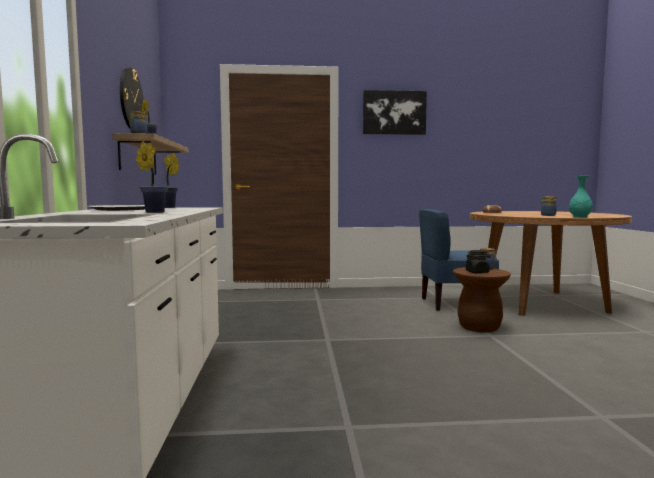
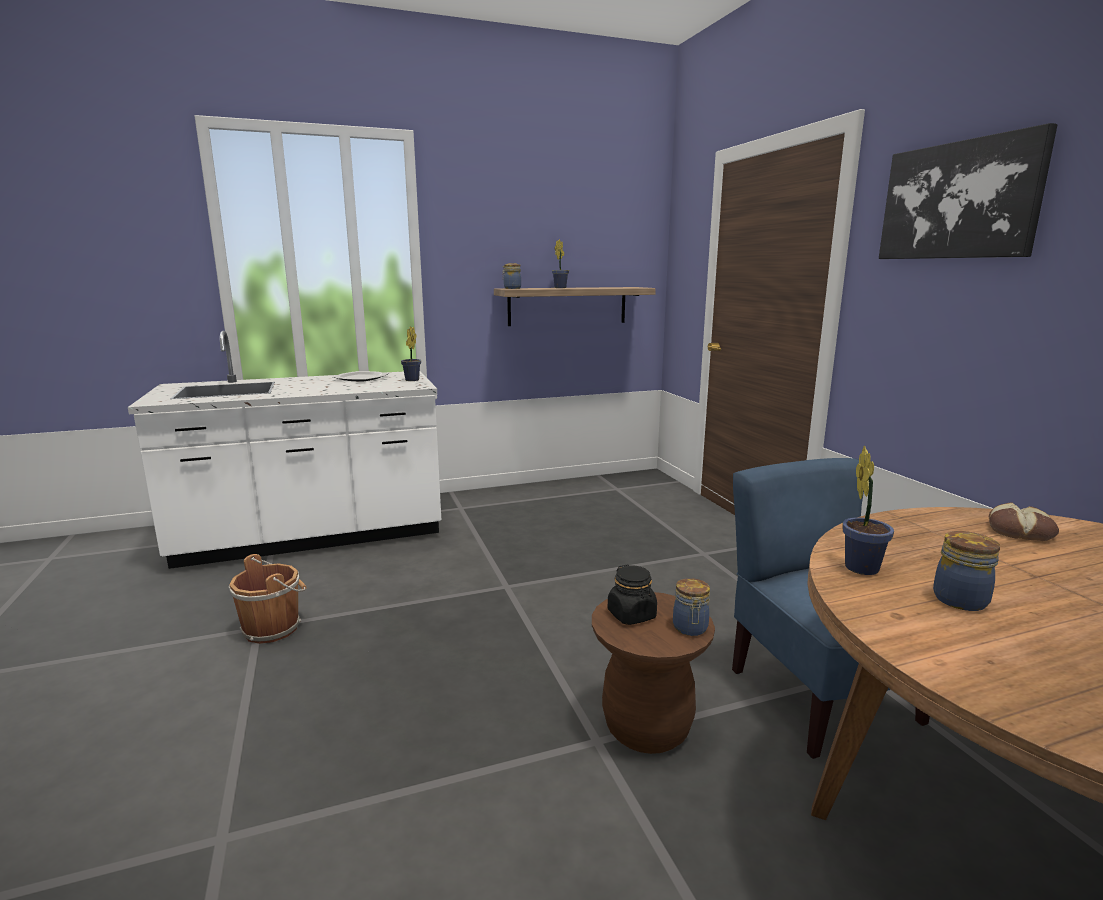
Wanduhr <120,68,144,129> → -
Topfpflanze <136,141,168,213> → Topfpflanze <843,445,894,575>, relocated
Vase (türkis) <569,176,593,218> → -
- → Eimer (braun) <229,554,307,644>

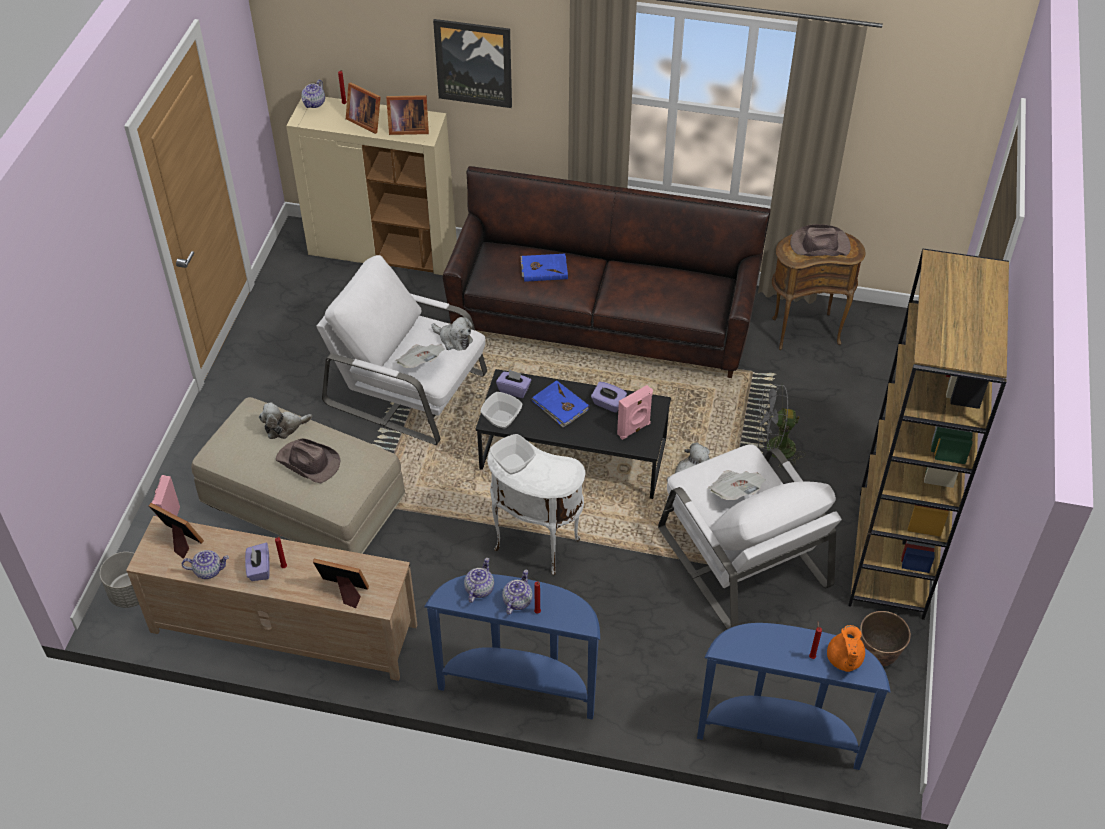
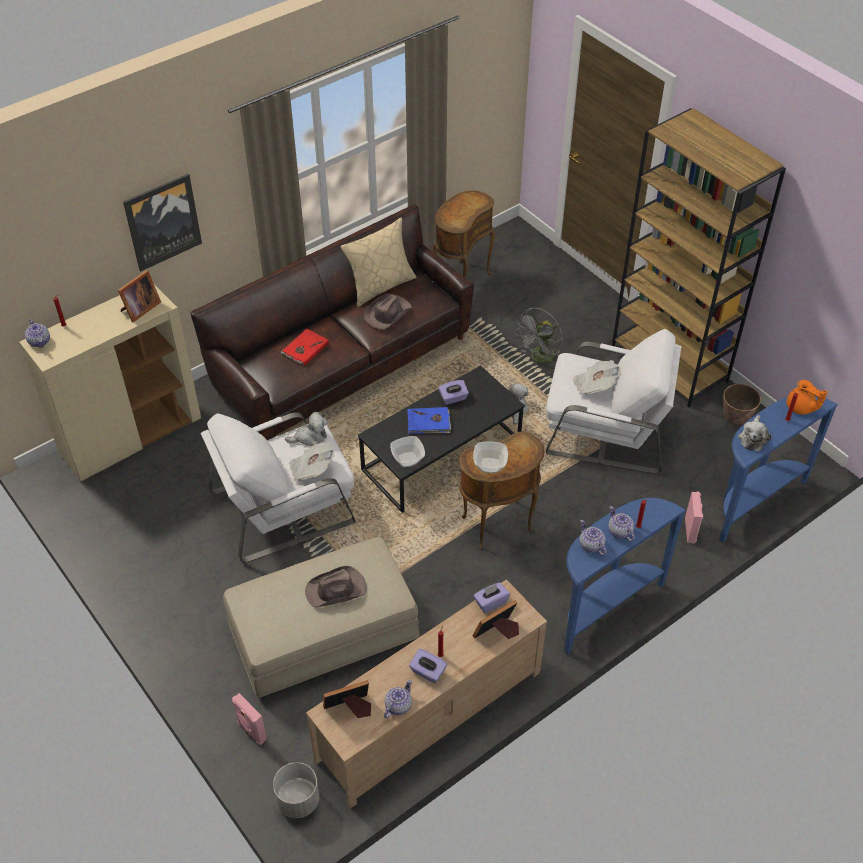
Plüschtier <259,402,312,439> → Plüschtier <738,415,771,452>, relocated
Bilderrahmen <346,82,381,134> → -
Beistelltisch (weiß) <487,442,586,575> → Beistelltisch (braun) <459,432,544,549>
Taschentuchbox (lila) <496,370,532,398> → Taschentuchbox (lila) <473,583,510,613>, relocated
Buch (blau) <521,254,568,282> → Buch (rot) <280,329,329,366>
Lautsprecher (rosa) <617,385,653,440> → Lautsprecher (rosa) <685,492,703,544>, relocated
Hut (braun) <790,224,851,256> → Hut (braun) <364,294,412,329>, relocated
- → Kissen (beige) <341,217,416,307>

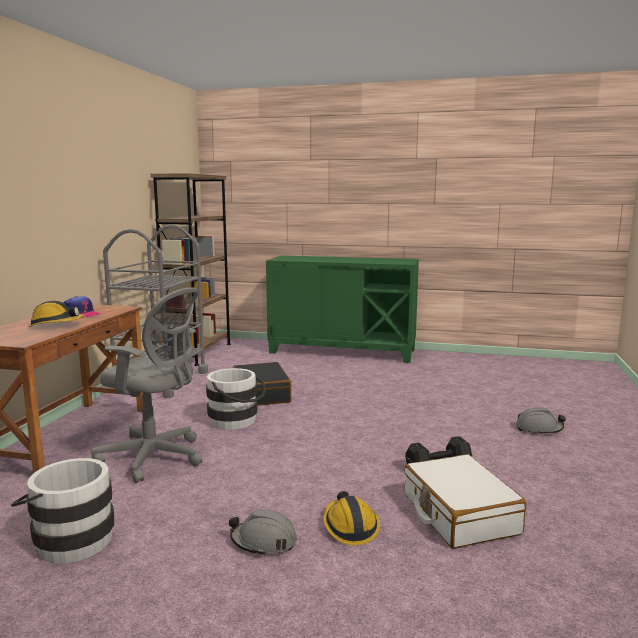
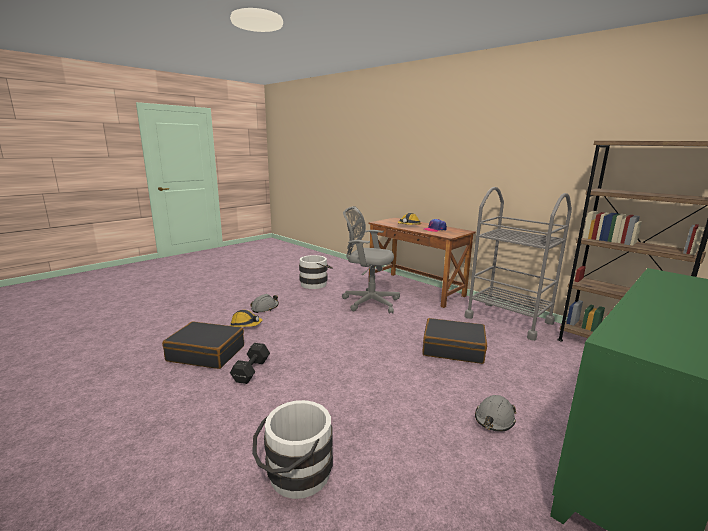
Bürostuhl (grau) <91,287,202,483> → Bürostuhl (grau) <342,206,400,314>, 60 degrees clockwise
Eimer (weiß) <206,368,266,430> → Eimer (weiß) <252,400,333,499>, relocated
Koffer (weiß) <404,454,526,549> → Koffer (schwarz) <162,322,244,369>
Schutzhelm (grau) <516,407,566,435> → Schutzhelm (grau) <475,395,516,432>, relocated

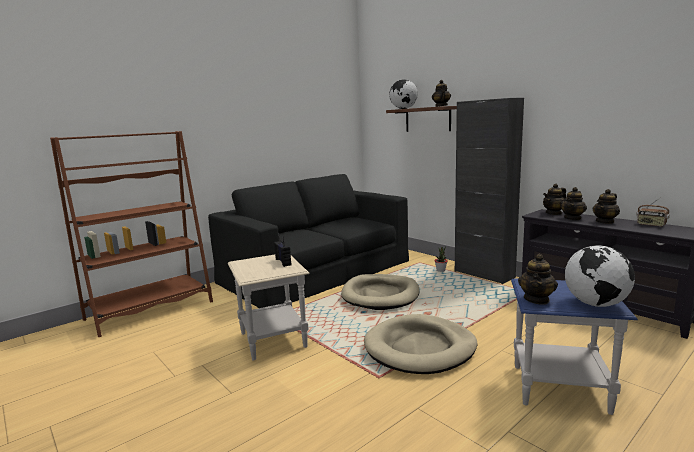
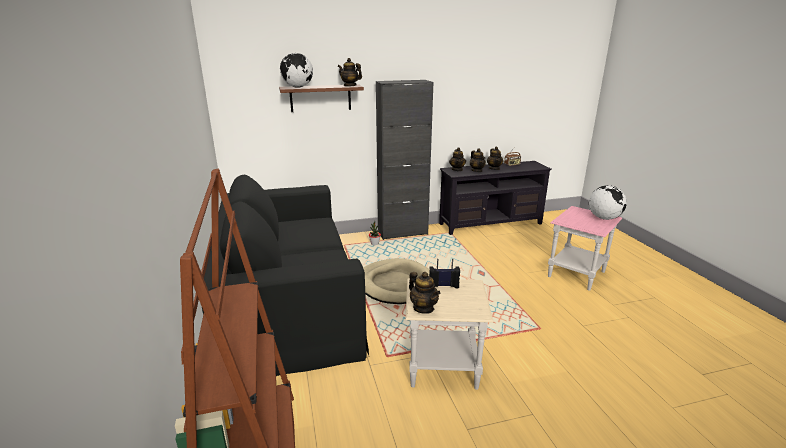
Hundebett (beige) <364,314,477,374> → -
Beistelltisch (blau) <511,278,638,415> → Beistelltisch (rosa) <548,206,622,291>
Teekanne <518,254,558,304> → Teekanne <409,272,440,314>, relocated

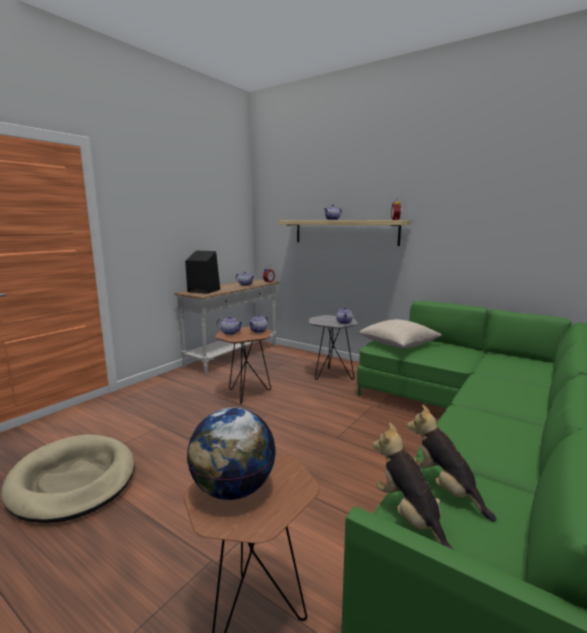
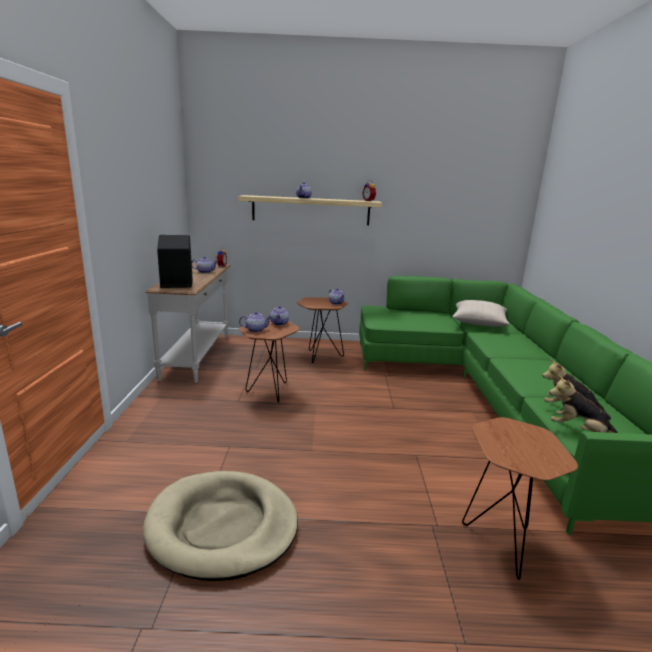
Globus <187,408,276,500> → -
Beistelltisch (grau) <308,315,358,380> → Beistelltisch (braun) <297,297,348,363>
Kissen (beige) <357,319,442,348> → Kissen (beige) <452,300,510,326>, relocated

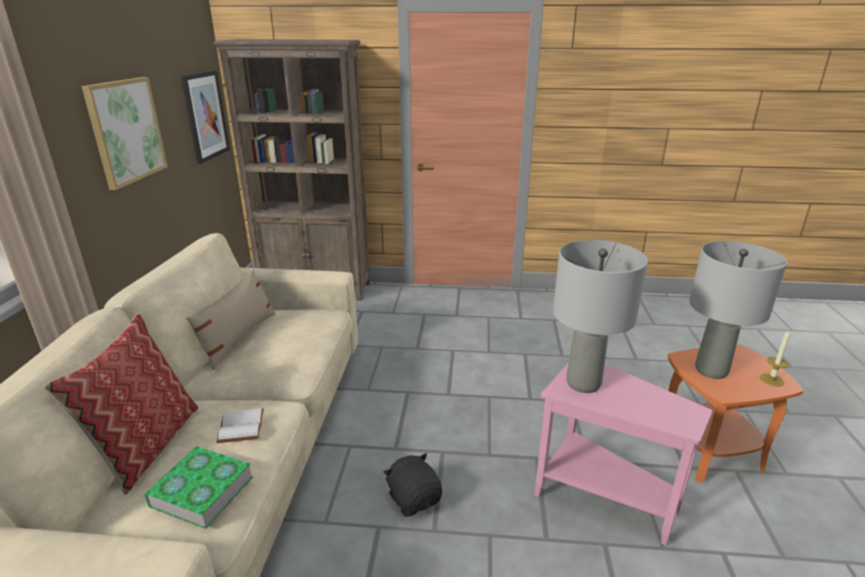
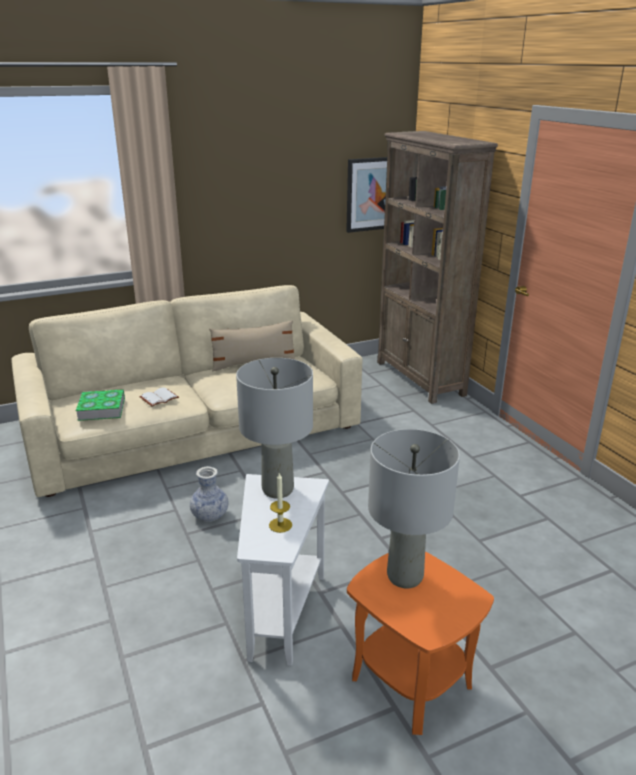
Kissen <42,313,198,495> → -
Bild <81,77,168,190> → -
Plüschtier (schwarz) <383,453,442,517> → Vase <190,466,228,522>
Beistelltisch (rosa) <534,363,712,545> → Beistelltisch (weiß) <237,474,329,666>
Kerze <760,330,790,387> → Kerze <269,473,292,533>, relocated

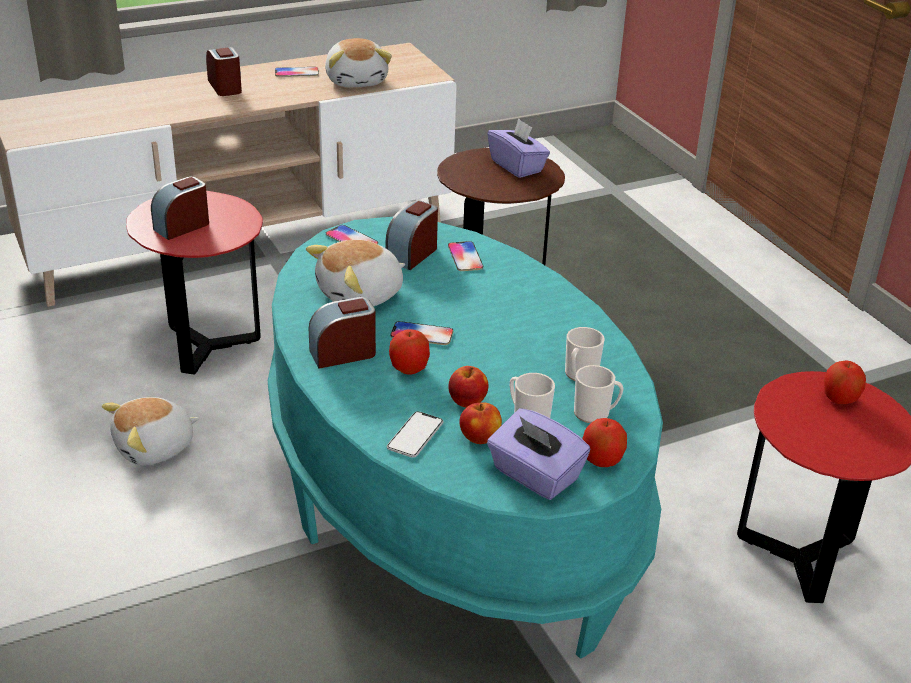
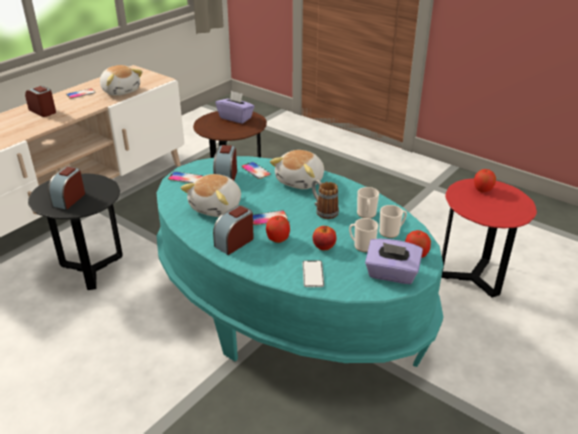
Plüschtier <102,397,200,465> → Plüschtier <270,150,324,189>, relocated
Beistelltisch (rot) <126,191,263,375> → Beistelltisch (schwarz) <28,174,123,290>
Apfel <460,402,502,444> → -
- → Henkelbecher <312,180,339,219>

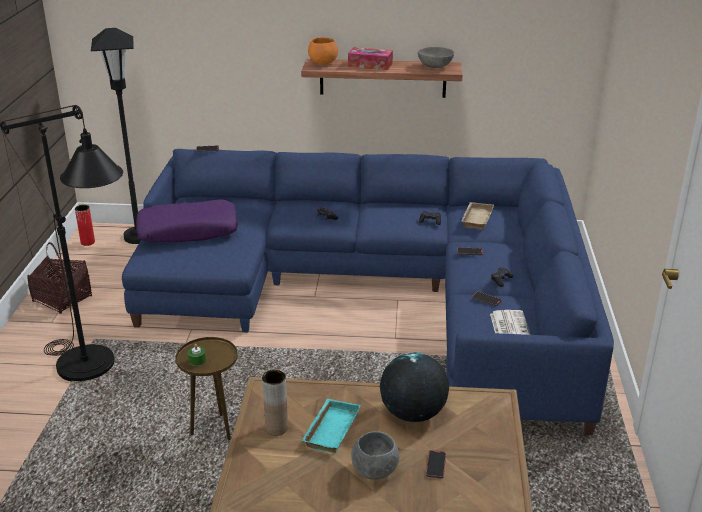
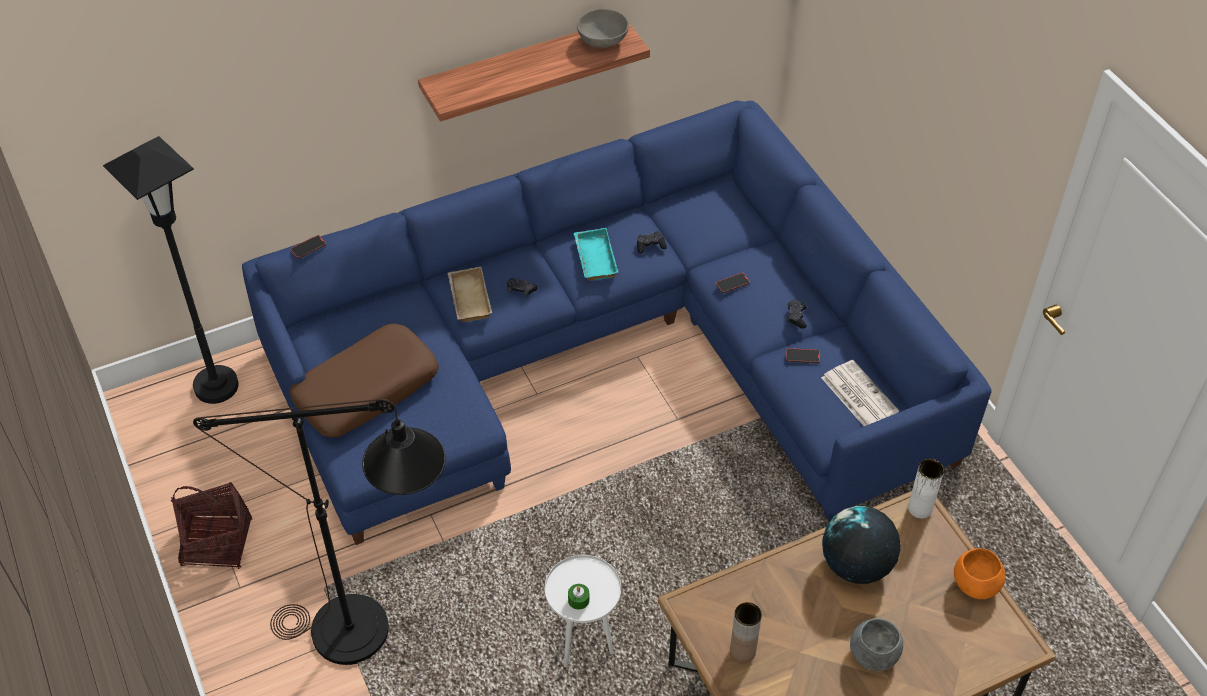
Vase (rot) <75,205,95,246> → -
Kissen (lila) <136,199,238,242> → Kissen (braun) <290,324,439,437>
Beistelltisch (braun) <176,337,238,440> → Beistelltisch (weiß) <545,555,621,667>
Tablett (türkis) <301,399,361,453> → Tablett (türkis) <574,228,618,281>, relocated
Schüssel (orange) <308,37,338,65> → Schüssel (orange) <954,548,1006,599>, relocated
Taschentuchbox <348,47,393,70> → -
Handy <426,450,446,479> → -
Tablett (beige) <461,202,494,229> → Tablett (beige) <448,267,492,322>, relocated
- → Vase (weiß) <908,459,944,519>

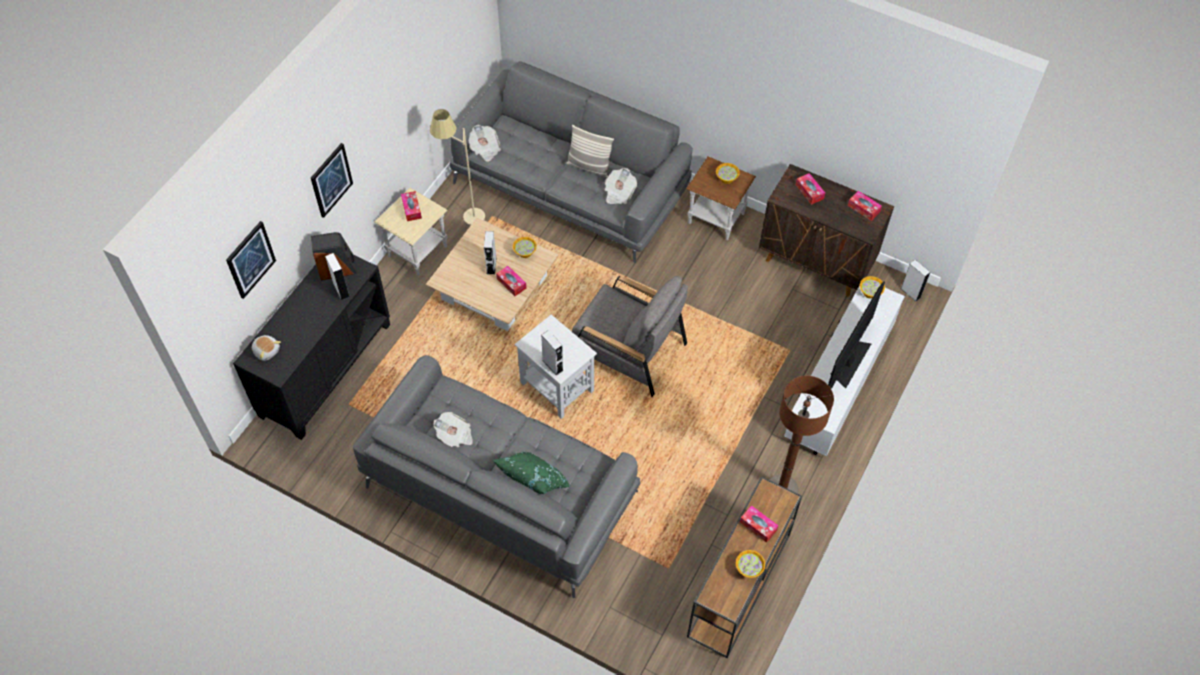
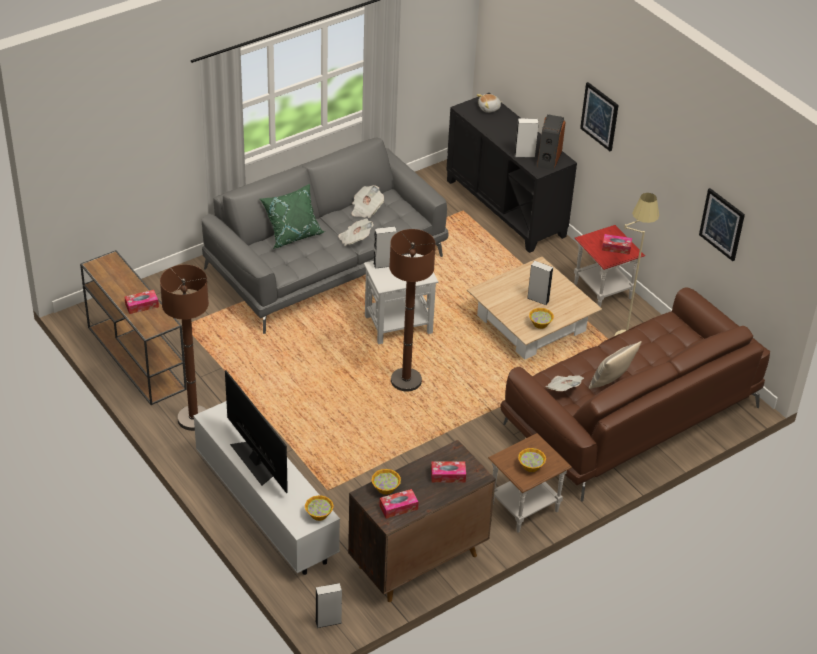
Bild <226,221,276,299> → Bild <699,188,745,261>, relocated
Beistelltisch (beige) <375,188,448,275> → Beistelltisch (rot) <574,225,645,307>
Sofa (grau) <450,61,693,263> → Sofa (braun) <500,287,770,501>
Zeitung <469,125,501,162> → Zeitung <338,219,373,246>, relocated
Taschentuchbox <496,266,526,296> → -
Sessel (grau) <572,276,688,397> → Stehlampe (braun) <389,229,436,391>
Schüssel <736,550,765,578> → Schüssel <371,469,401,495>, relocated

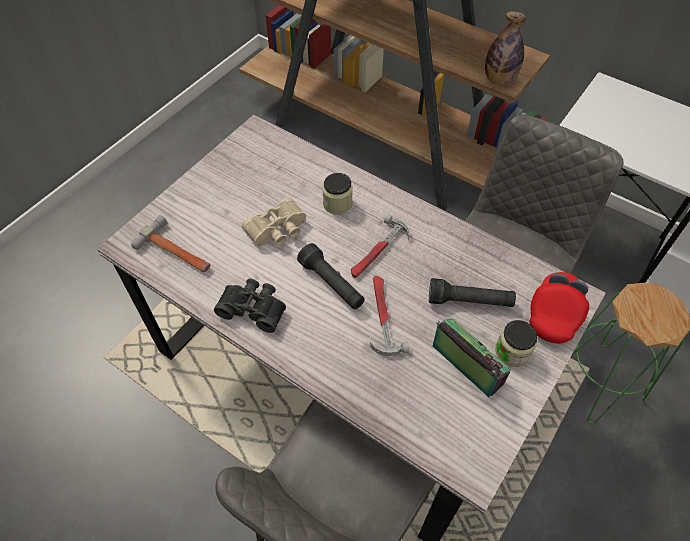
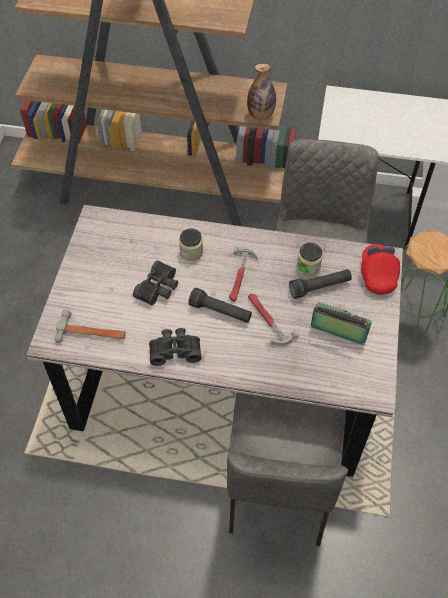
Fernglas (beige) <242,197,306,247> → Fernglas (schwarz) <133,260,178,306>
Vorratsglas <495,320,538,367> → Vorratsglas <297,243,323,276>, relocated

